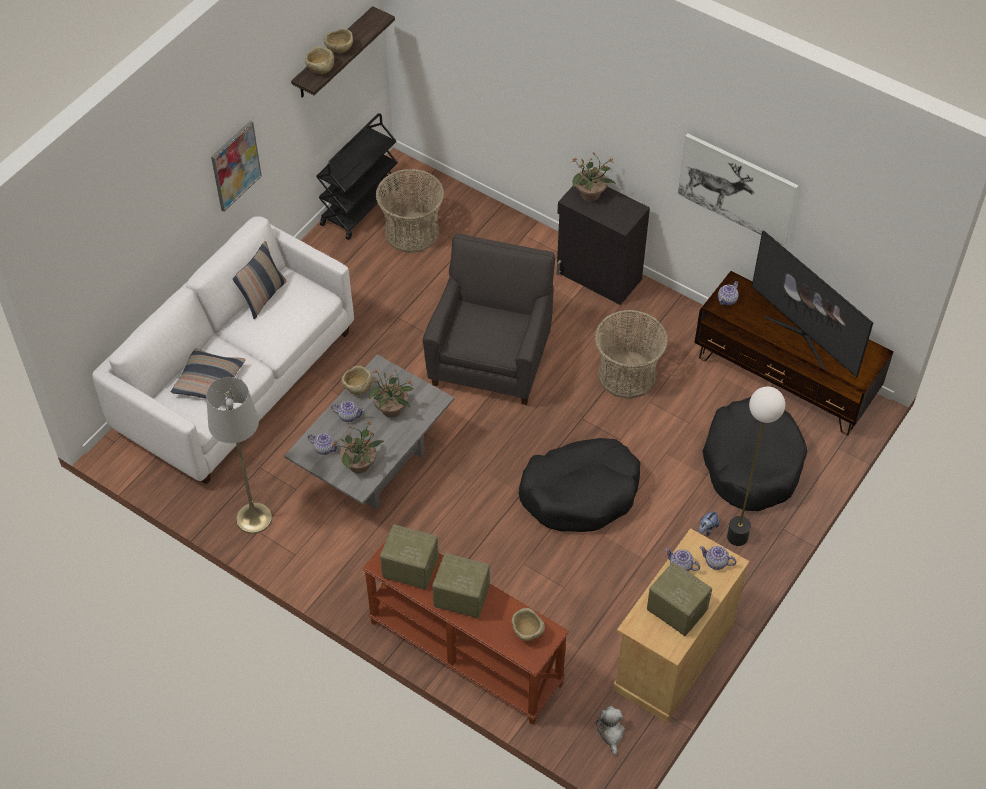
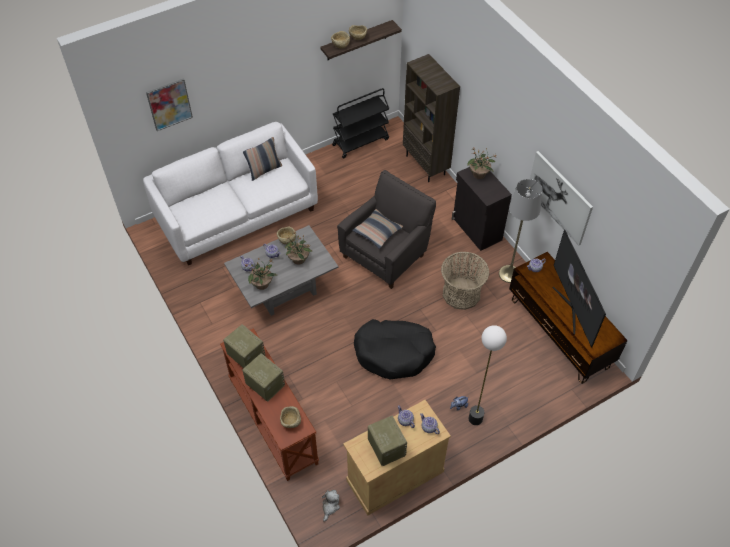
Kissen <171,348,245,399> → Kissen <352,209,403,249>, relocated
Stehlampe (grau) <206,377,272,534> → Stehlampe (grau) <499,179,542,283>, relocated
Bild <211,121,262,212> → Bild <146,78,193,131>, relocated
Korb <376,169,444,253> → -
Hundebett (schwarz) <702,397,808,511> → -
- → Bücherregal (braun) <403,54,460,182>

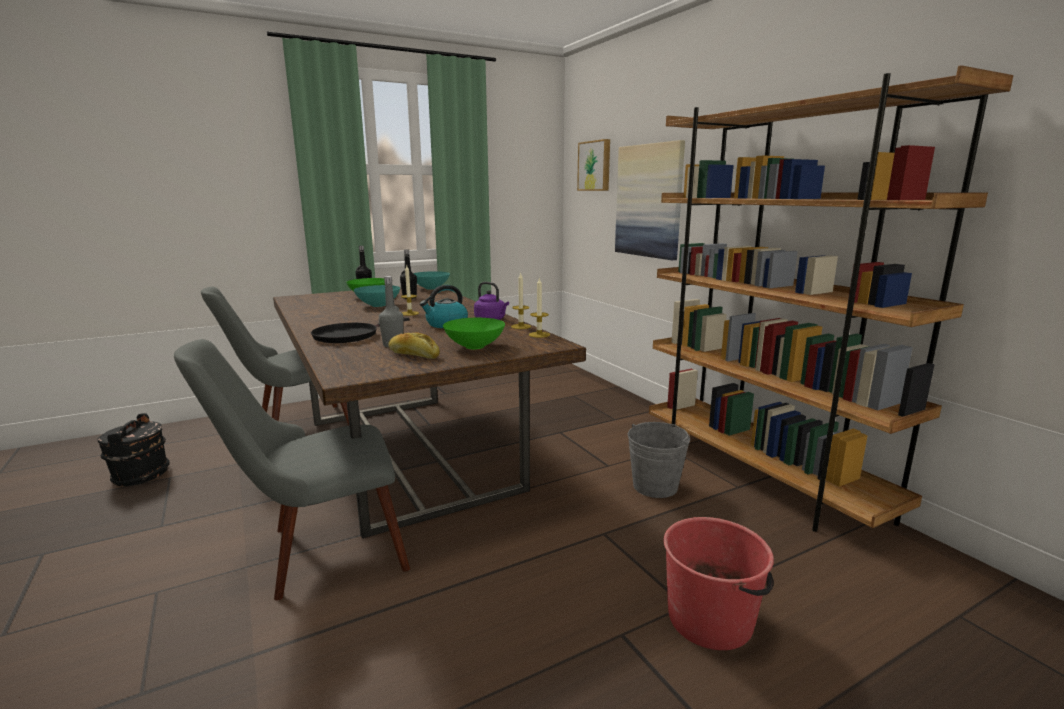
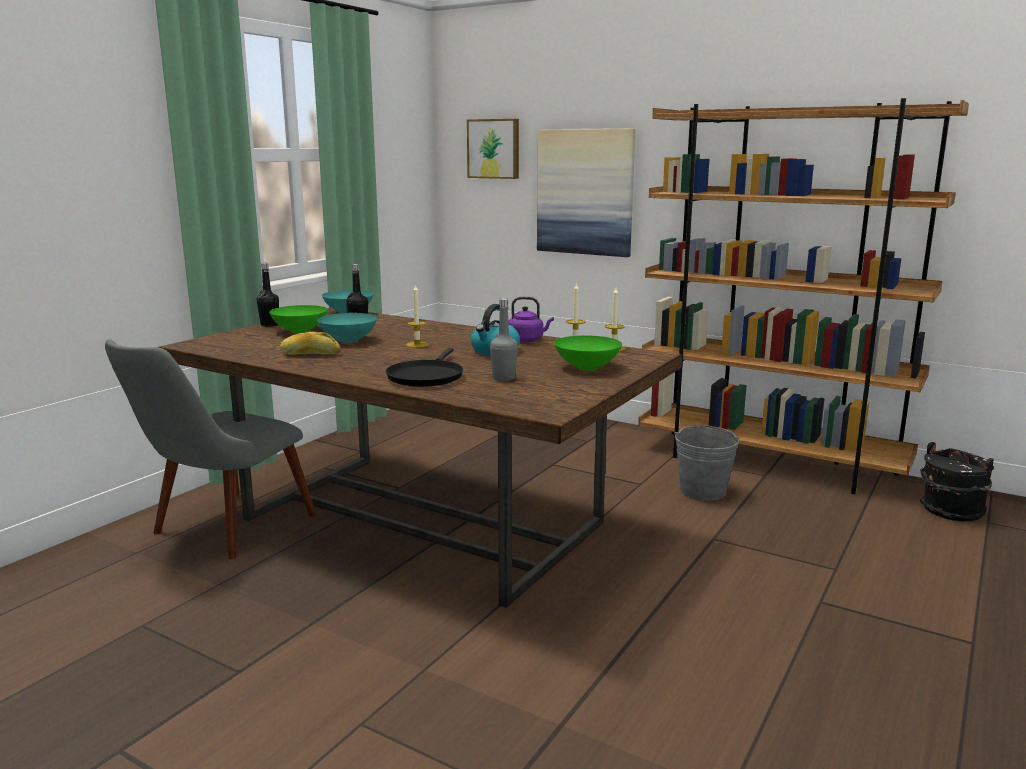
Eimer (schwarz) <97,413,170,486> → Eimer (schwarz) <920,442,994,521>, relocated
Stuhl (grau) <174,339,410,601> → -
Brot <388,332,440,359> → Brot <280,332,340,355>, relocated
Eimer (rot) <663,517,774,650> → -

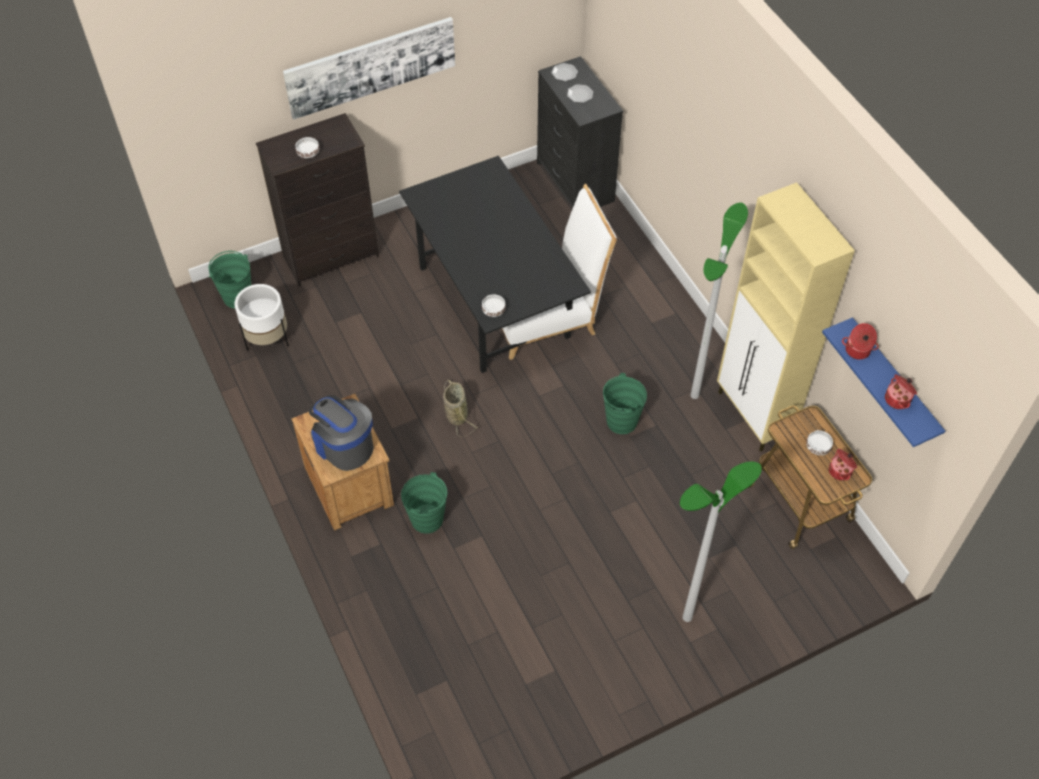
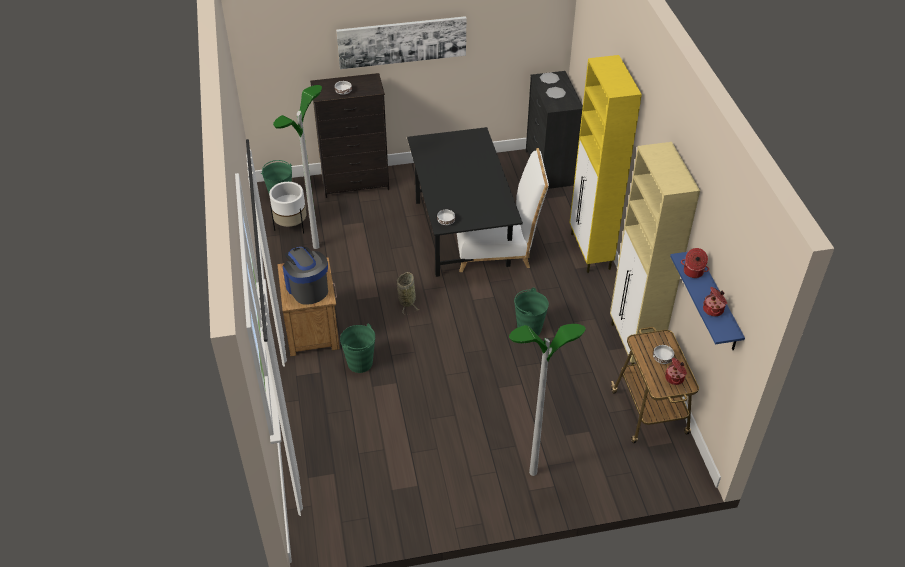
Stehlampe <690,203,748,399> → Stehlampe <273,85,322,249>, relocated
- → Schrank (gelb) <569,55,642,273>

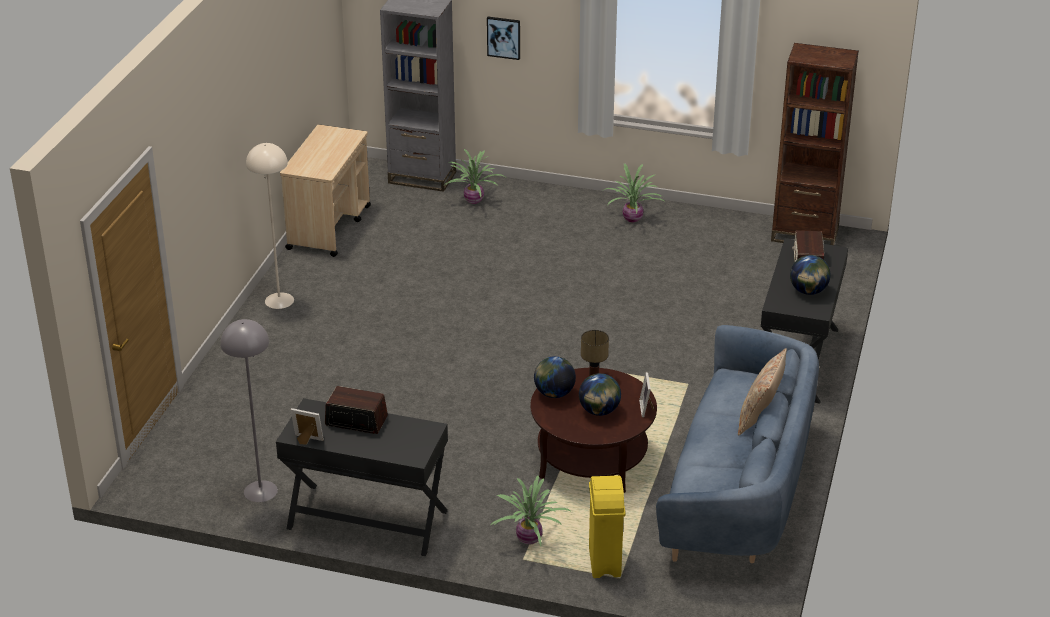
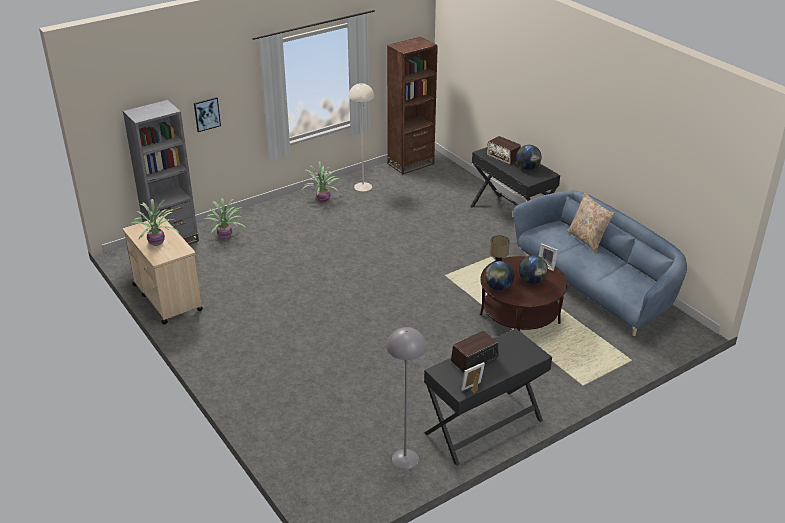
Stehlampe (beige) <246,143,294,309> → Stehlampe (beige) <348,83,374,191>, relocated
Topfpflanze <491,476,572,546> → Topfpflanze <132,199,178,246>, relocated
Mülleimer (gelb) <589,475,625,578> → -

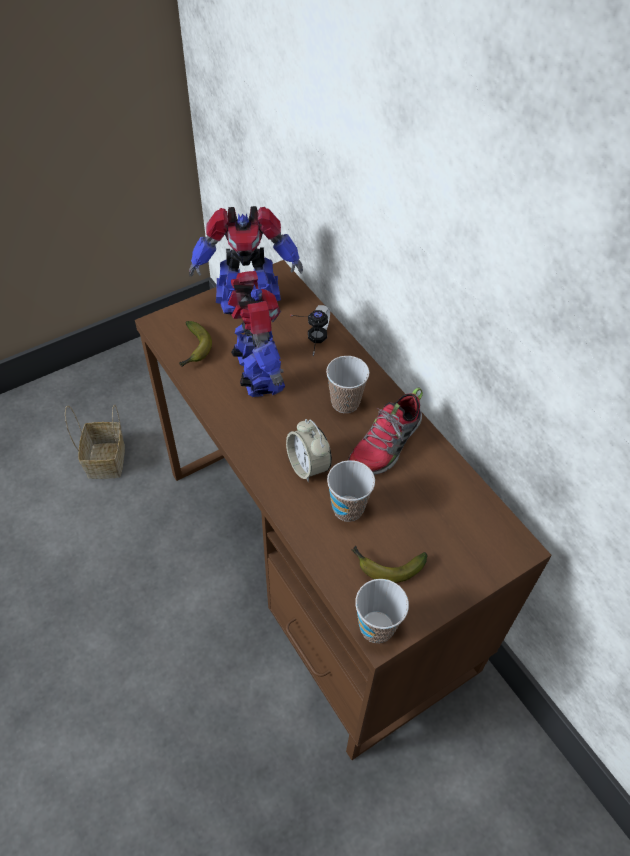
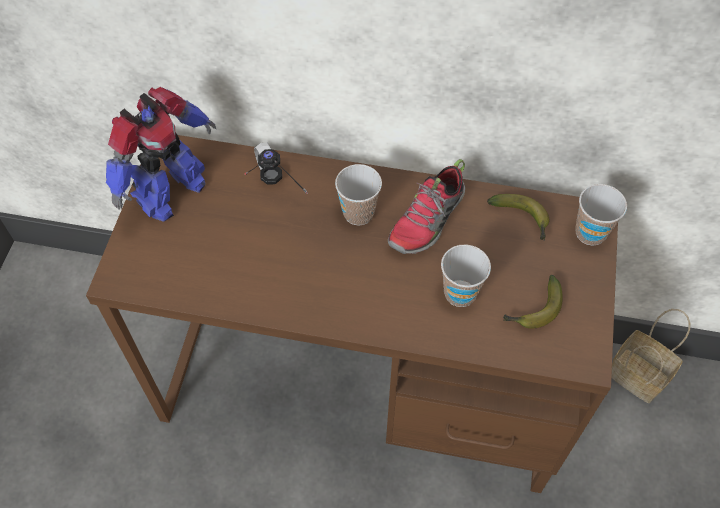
Korb <65,405,125,479> → Korb <611,309,691,403>, relocated
Banane <179,321,212,367> → Banane <487,194,549,241>, relocated
Spielzeugroboter <228,271,285,397> → -
Wecker <286,419,332,482> → -
Schuh <348,387,423,476> → Schuh <388,159,465,254>, 45 degrees clockwise
Tasse <355,579,409,643> → Tasse <575,184,627,246>, relocated

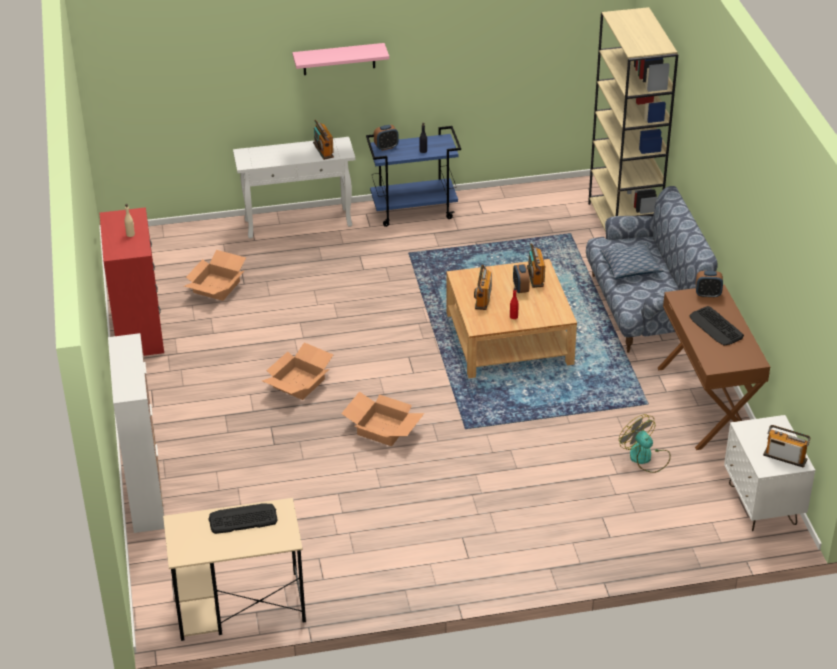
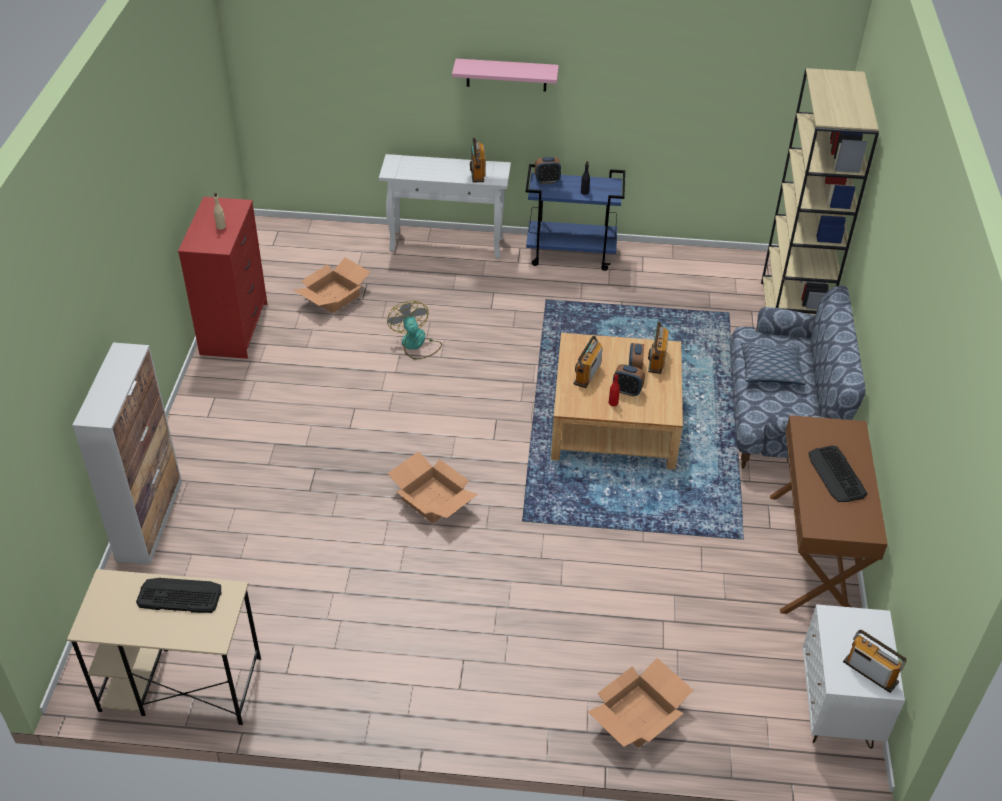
Karton <262,342,333,400> → Karton <588,658,693,748>, relocated
Ventilator <619,414,671,473> → Ventilator <387,300,442,359>, relocated
Wecker <696,271,723,298> → Wecker <613,364,645,396>, relocated

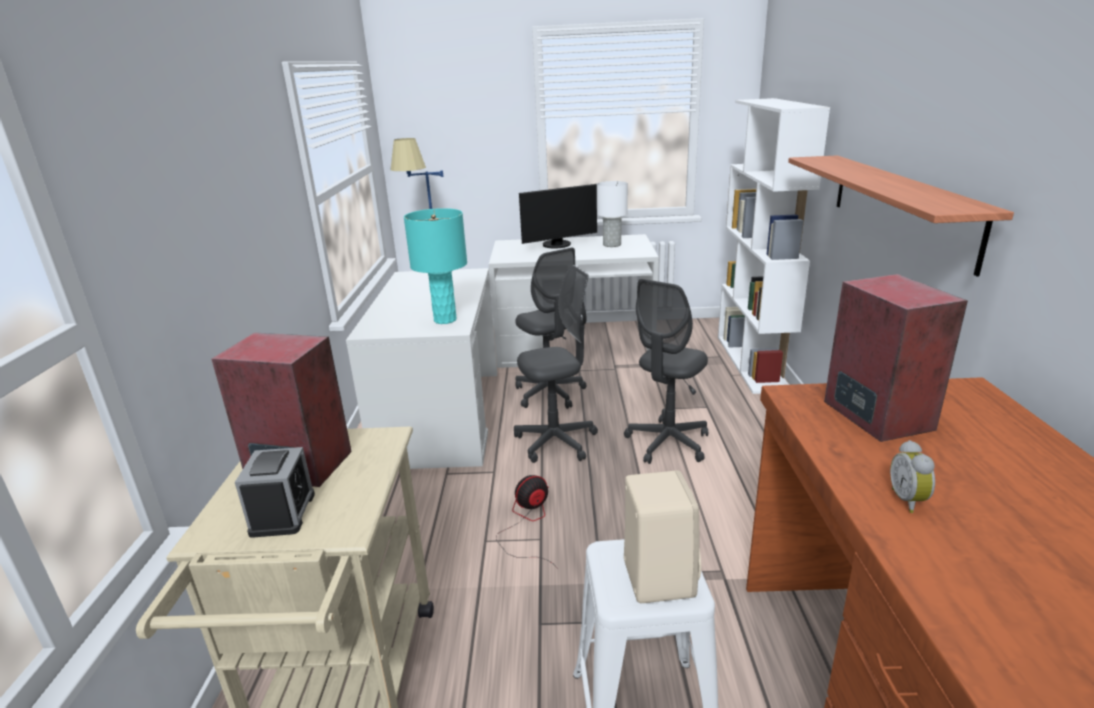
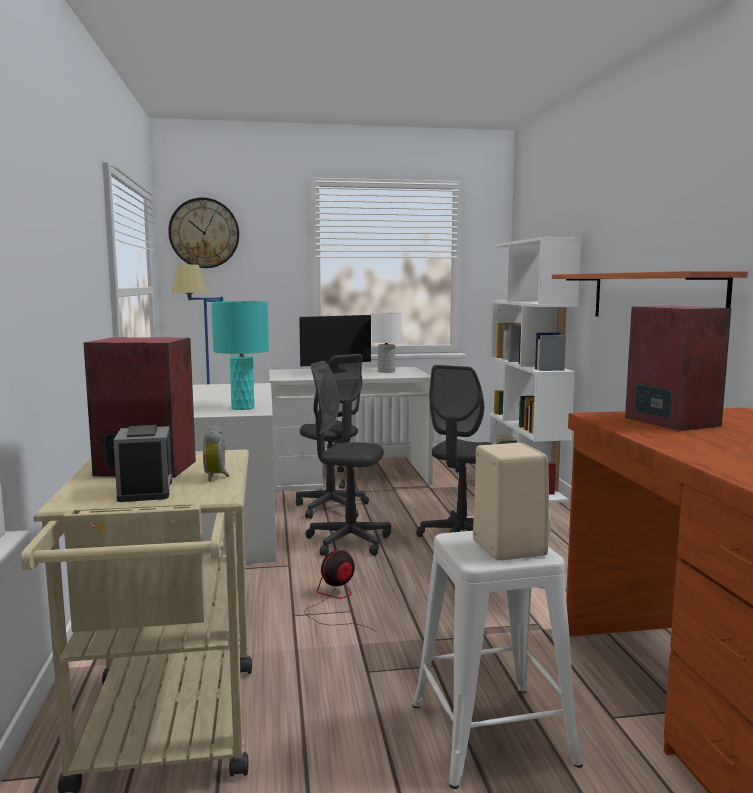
Bürostuhl (grau) <514,265,598,463> → Bürostuhl (grau) <305,361,391,556>, 135 degrees counterclockwise
Wecker <890,440,935,513> → Wecker <203,425,229,482>, relocated
- → Wanduhr <168,197,239,268>

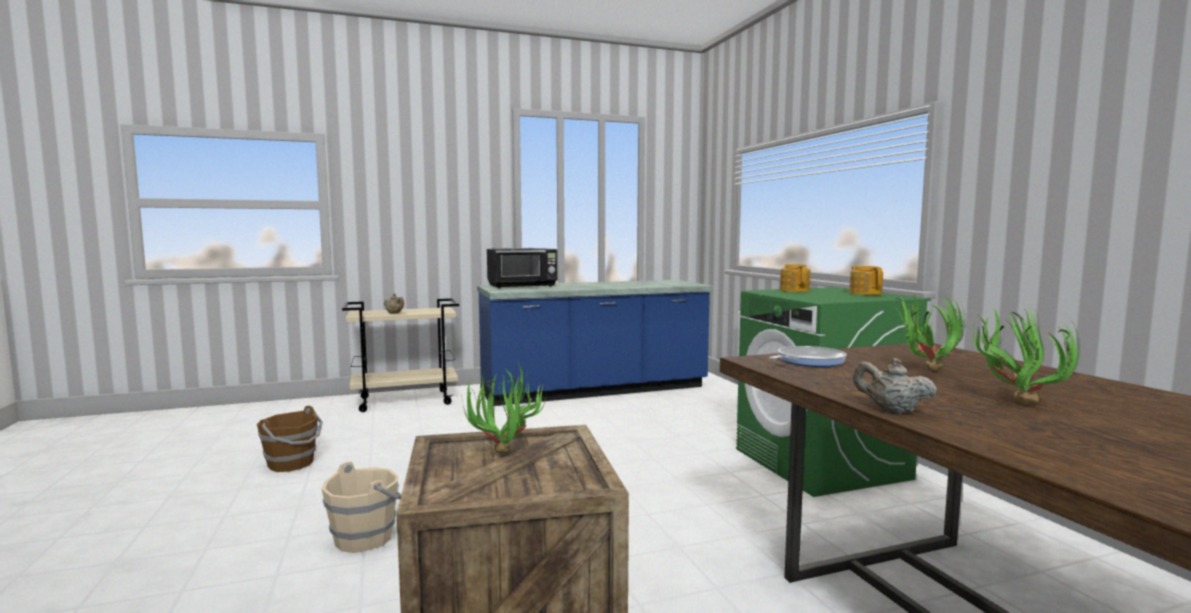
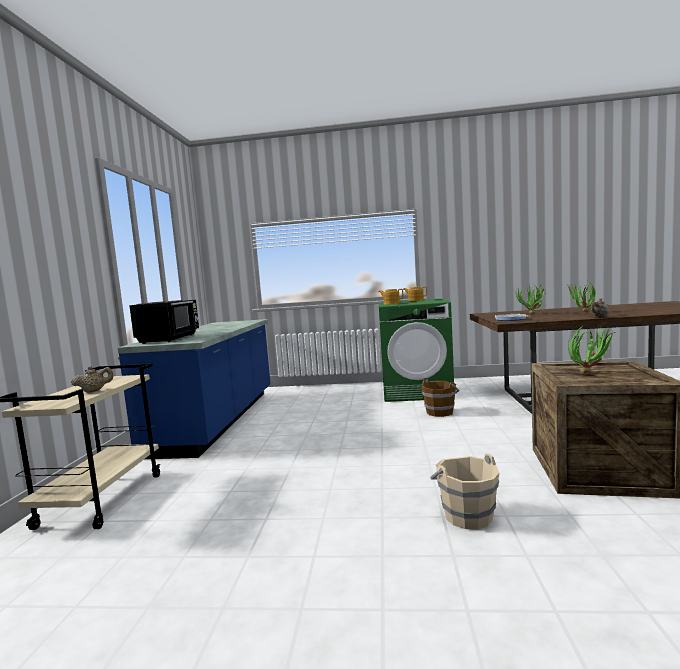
Eimer (braun) <257,406,323,472> → Eimer (braun) <421,378,459,417>, relocated

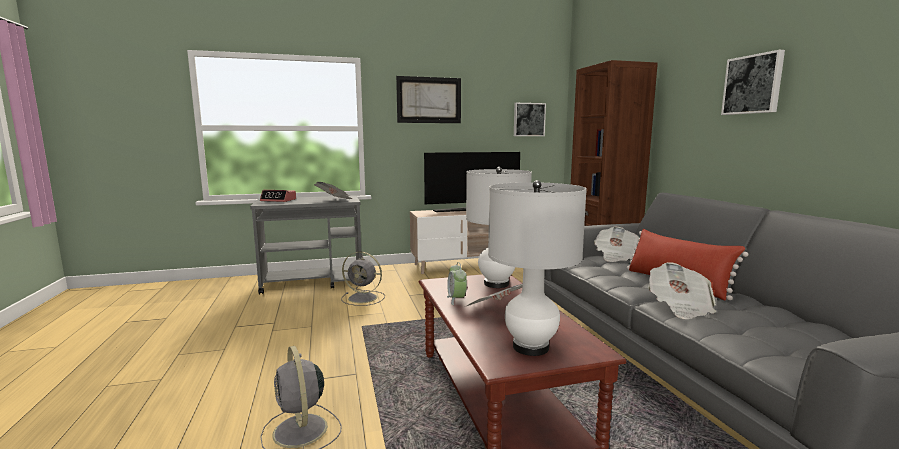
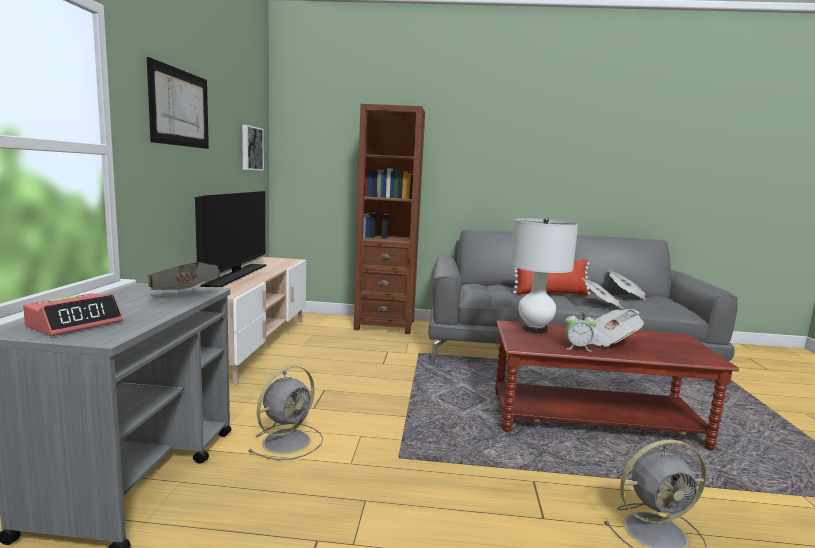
Tischlampe (weiß) <488,180,587,356> → -
Zeitung <594,227,639,262> → Zeitung <608,270,645,300>, relocated
Bild <721,50,785,115> → -

